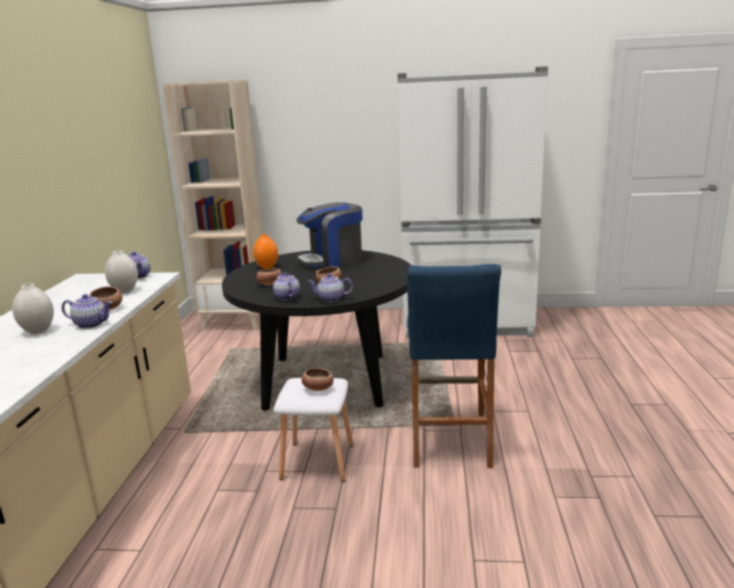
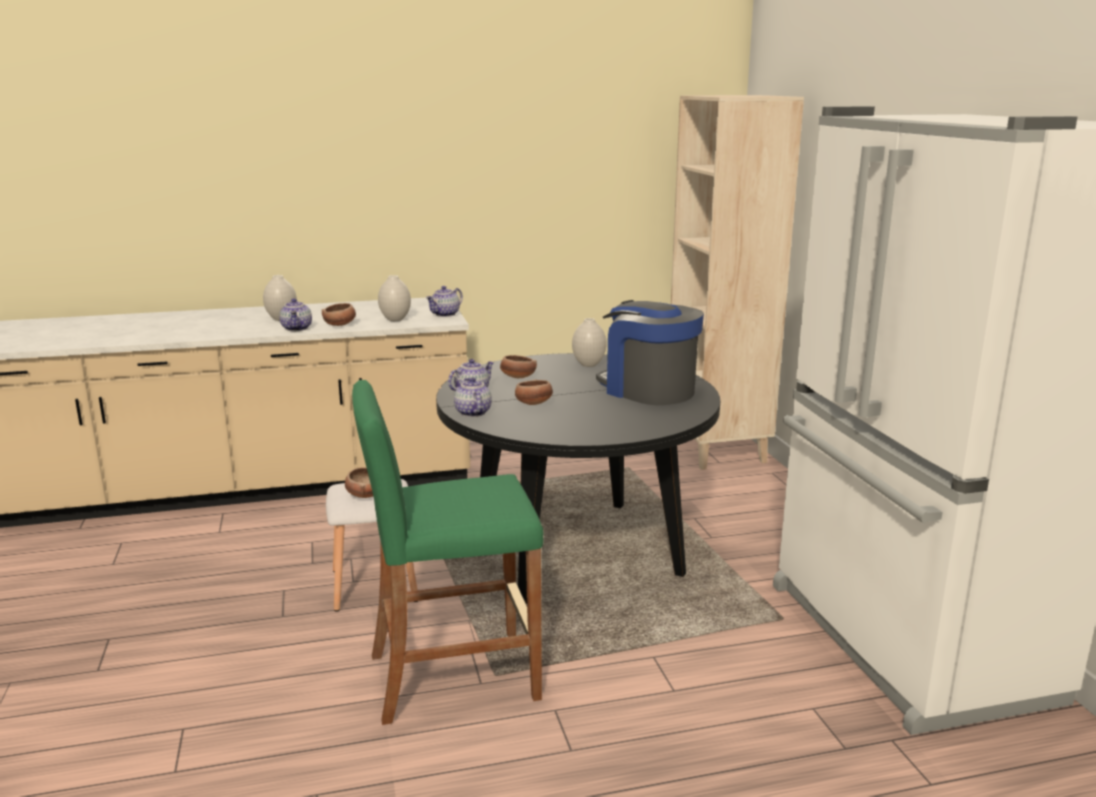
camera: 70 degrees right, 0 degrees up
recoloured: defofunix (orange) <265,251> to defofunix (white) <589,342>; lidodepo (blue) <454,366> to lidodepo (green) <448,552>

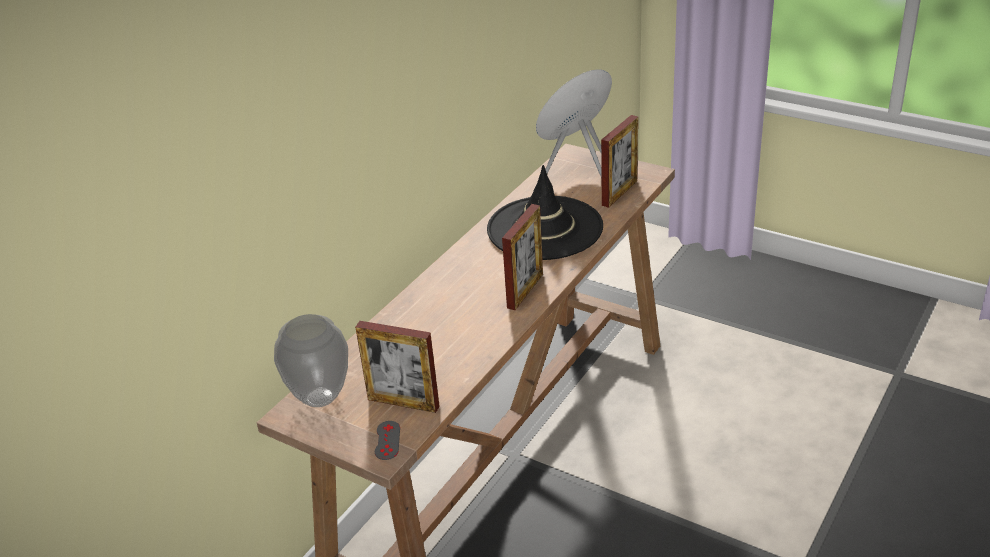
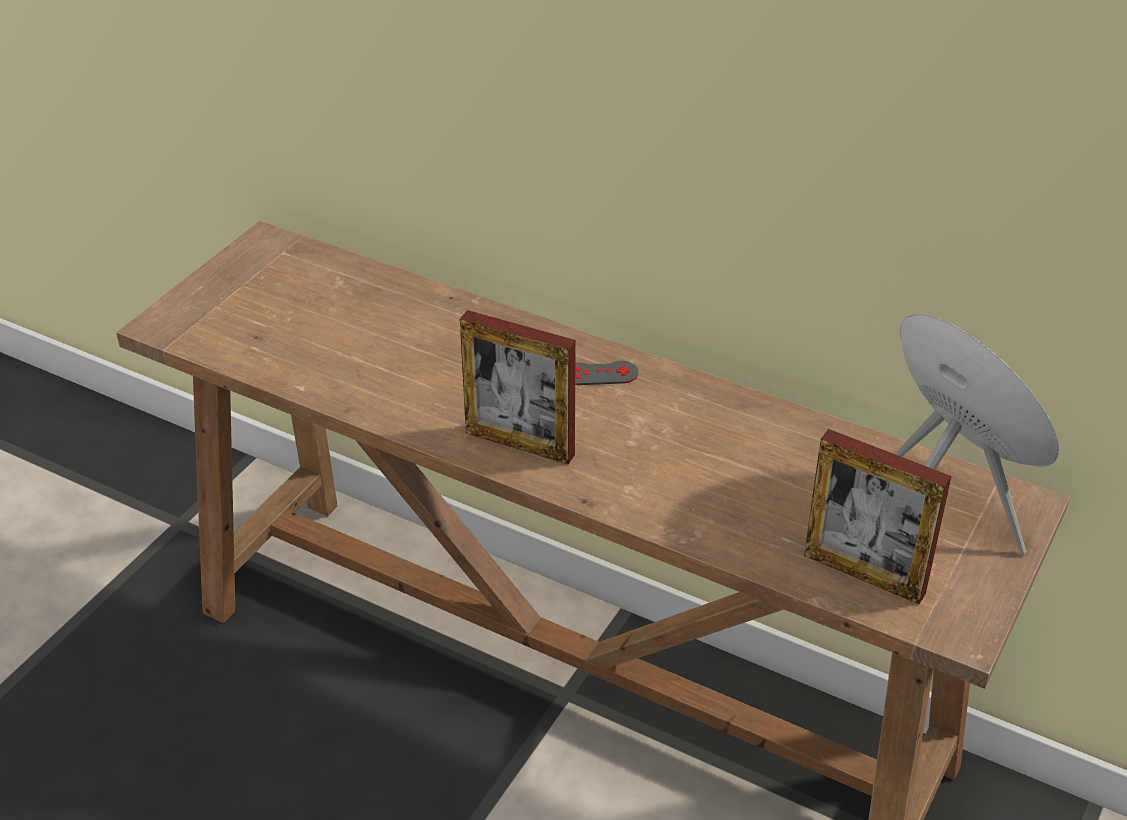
camera: 85 degrees right, 5 degrees up
removed: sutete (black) <545,212>; defofunix <311,360>; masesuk <397,367>
moved: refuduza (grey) <387,440> to <606,373>

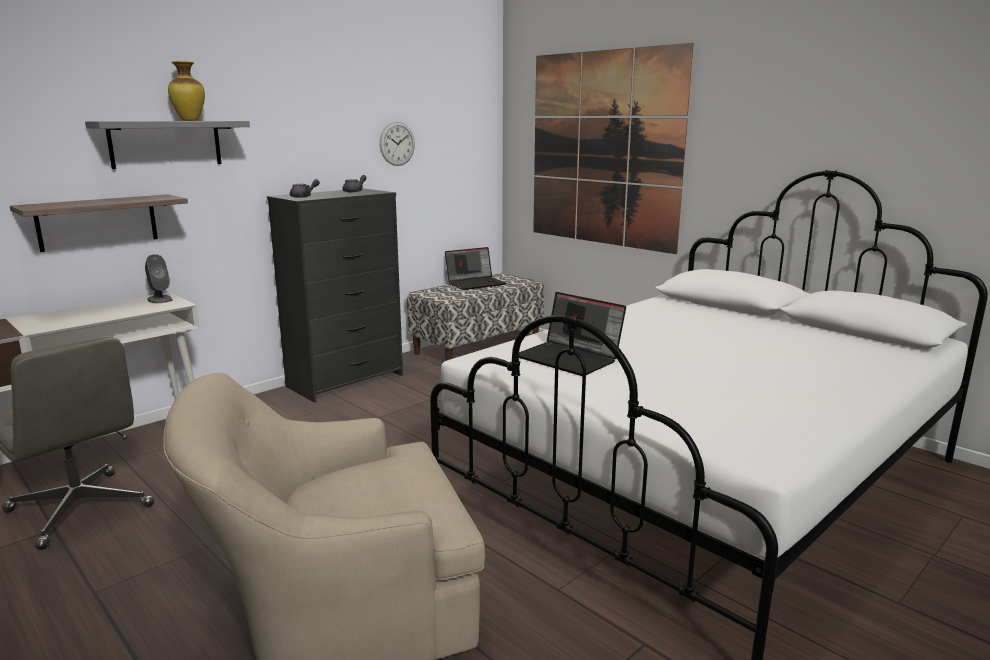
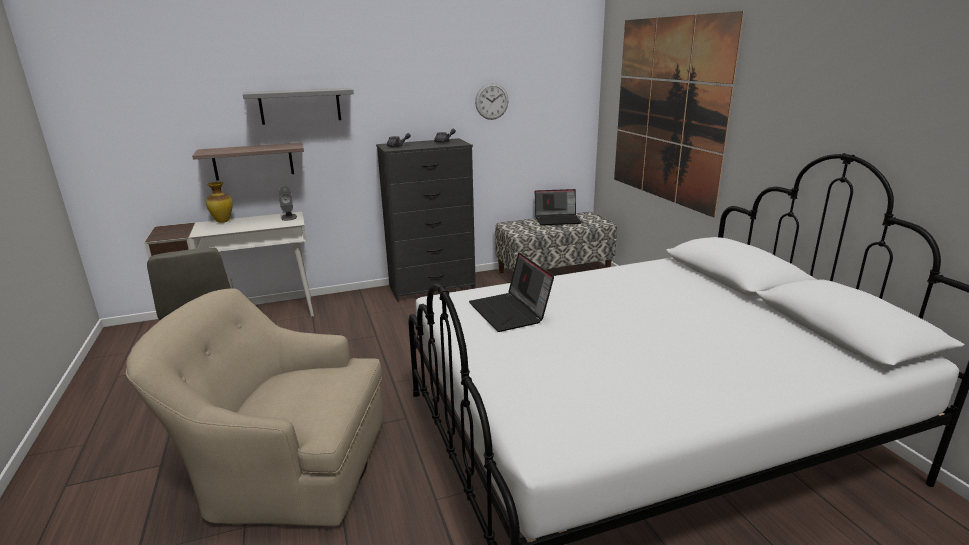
camera: 25 degrees right, 5 degrees up
moved: defofunix <186,91> to <219,202>

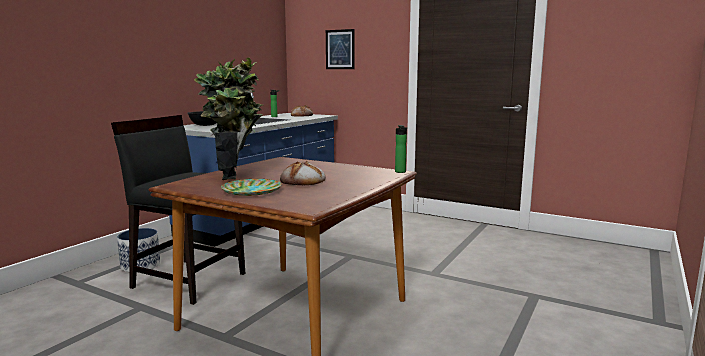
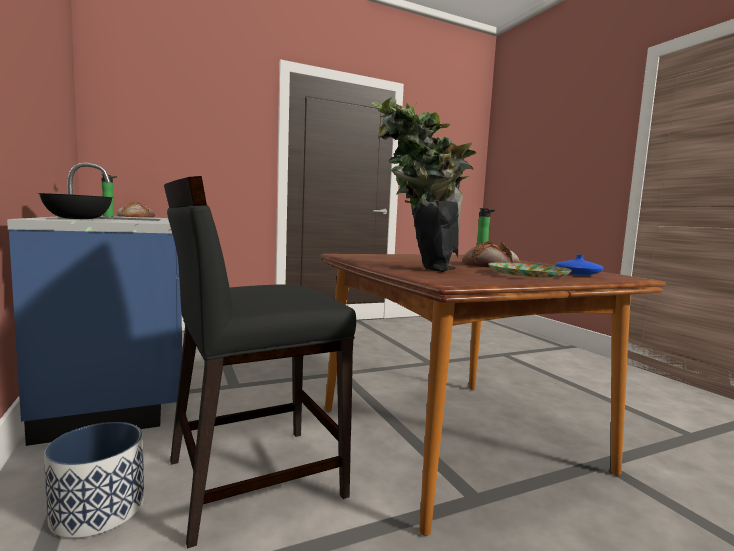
camera: 55 degrees left, 5 degrees down
removed: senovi <340,49>
added: defofunix (blue) <579,265>

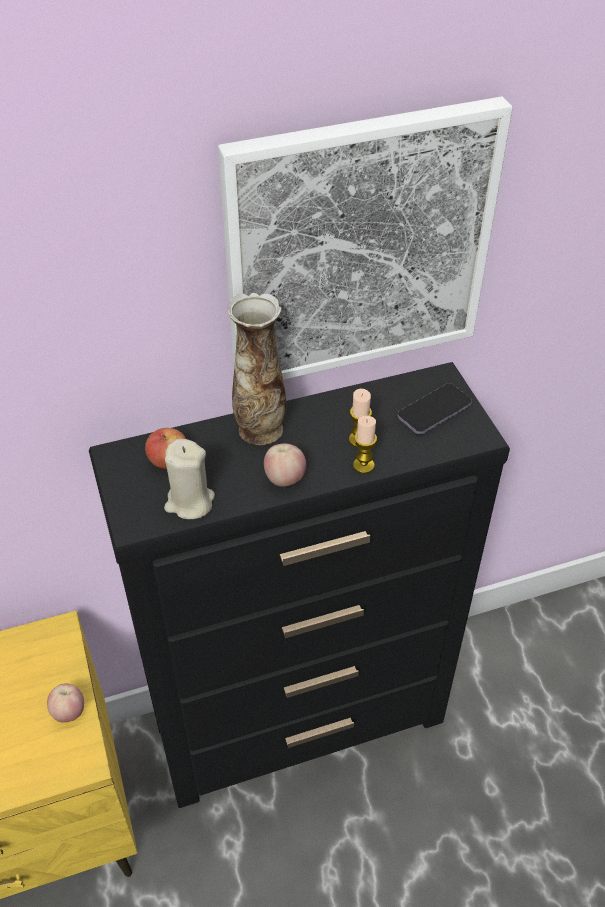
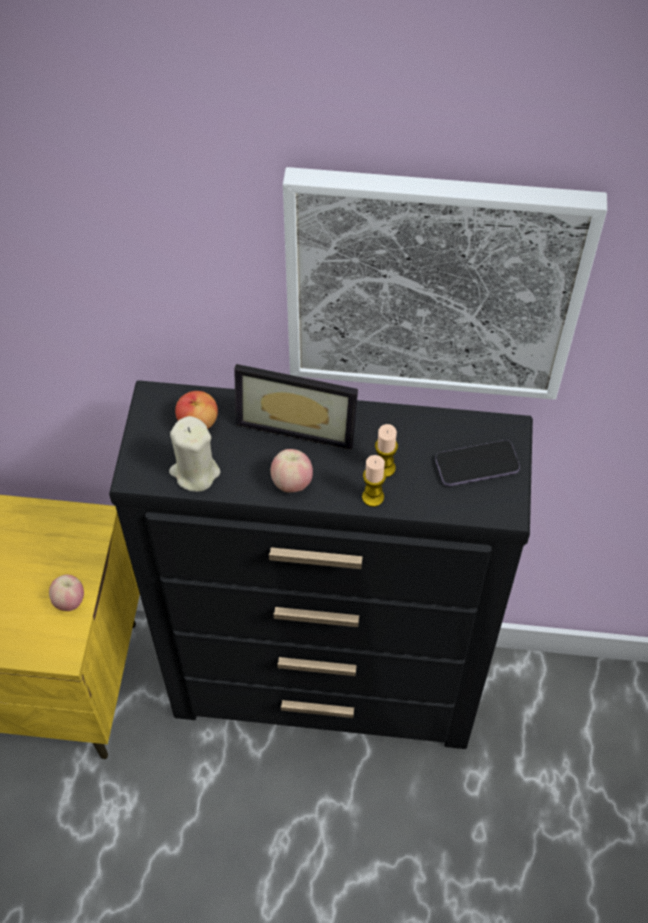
camera: 25 degrees right, 10 degrees up
replaced: defofunix <256,369> to masesuk <296,407>

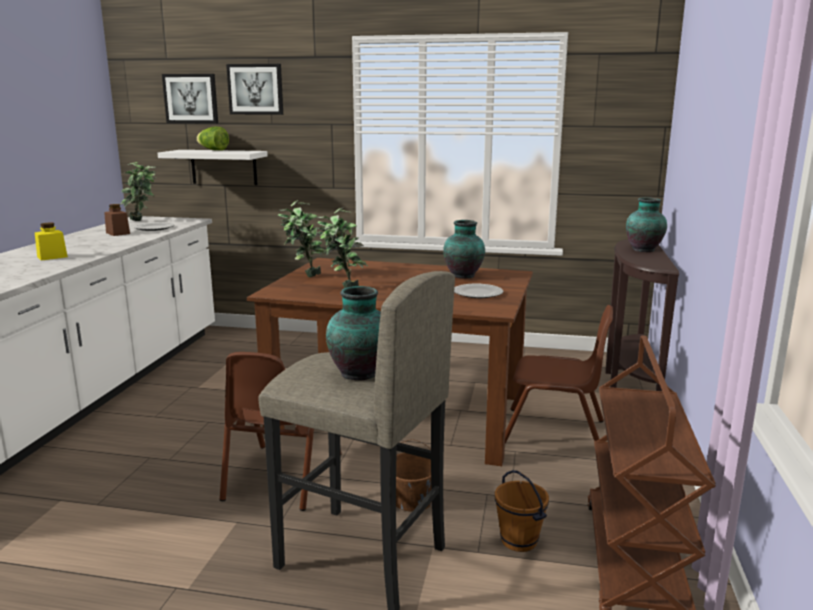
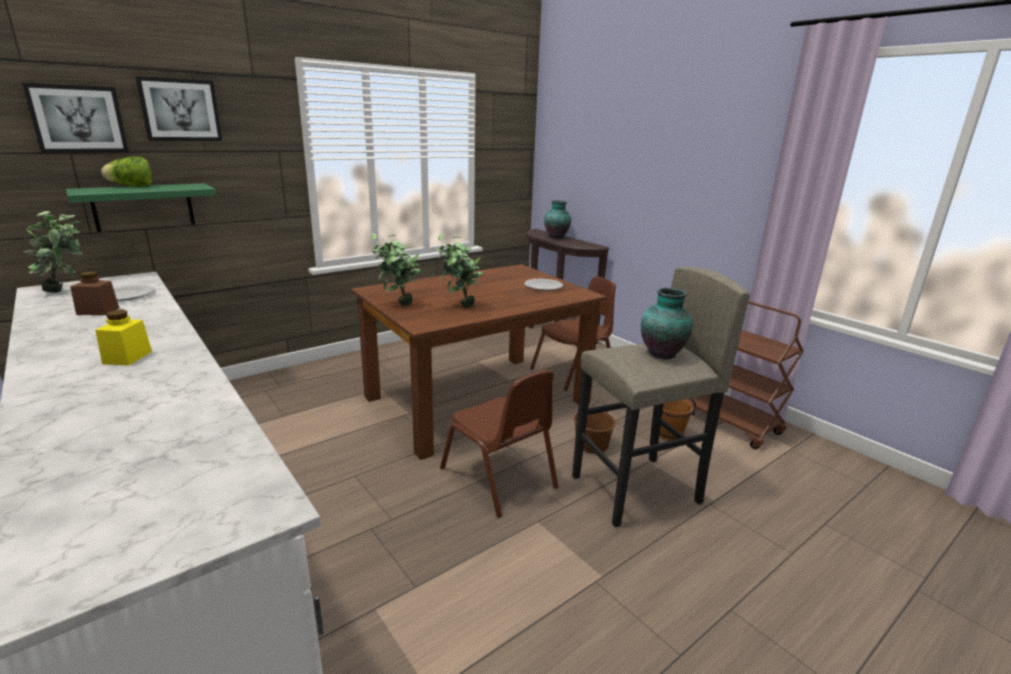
camera: 50 degrees left, 5 degrees up
removed: defofunix <464,249>
recoloured: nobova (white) <213,167> to nobova (green) <141,207>

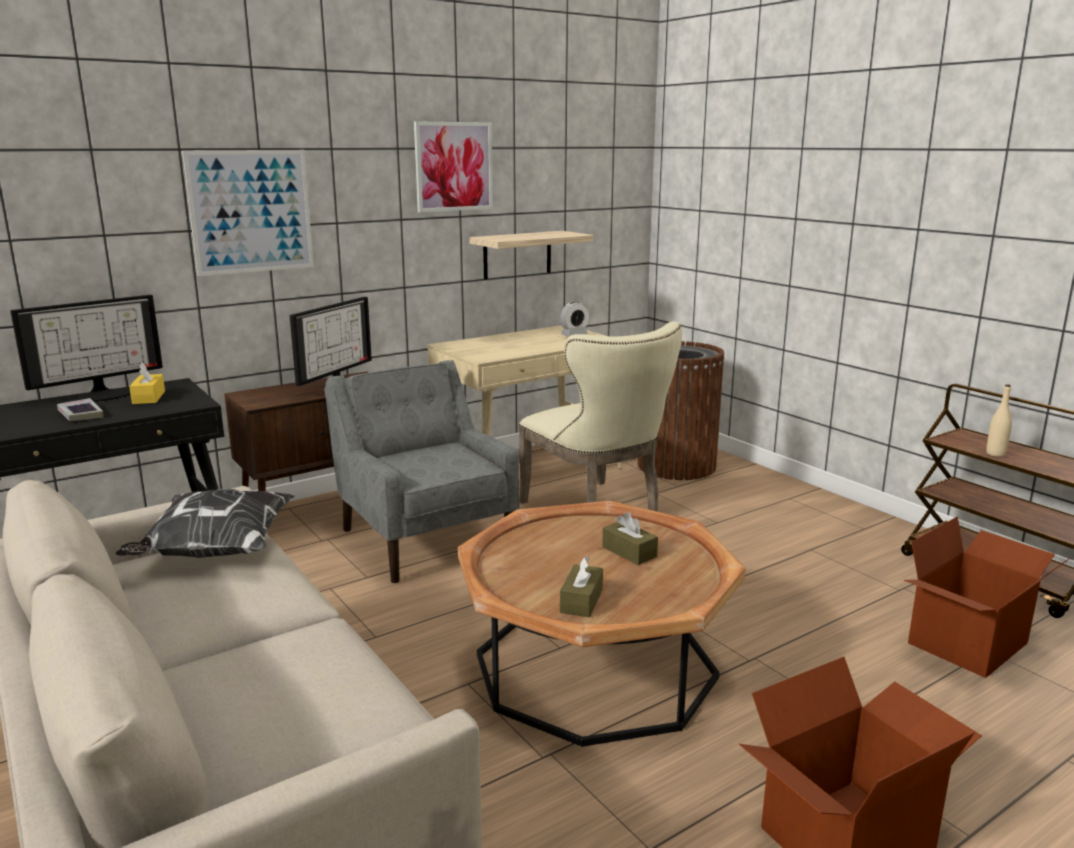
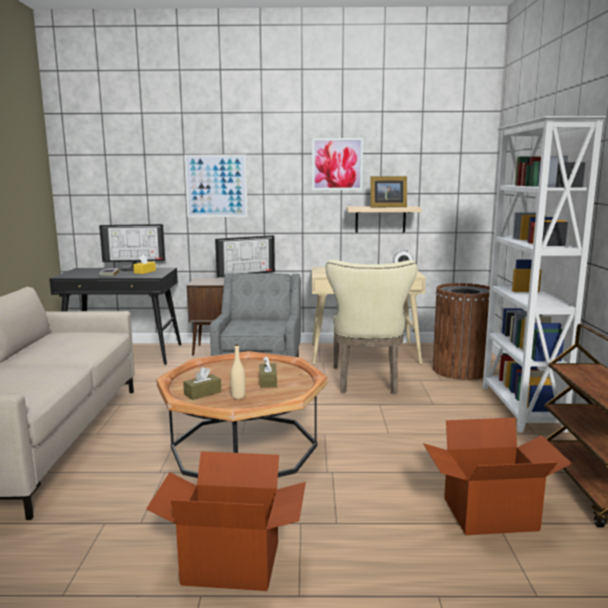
camera: 35 degrees right, 5 degrees down
removed: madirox <204,523>
added: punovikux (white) <544,274>; masesuk <388,191>
moved: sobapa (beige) <999,420> to <238,371>

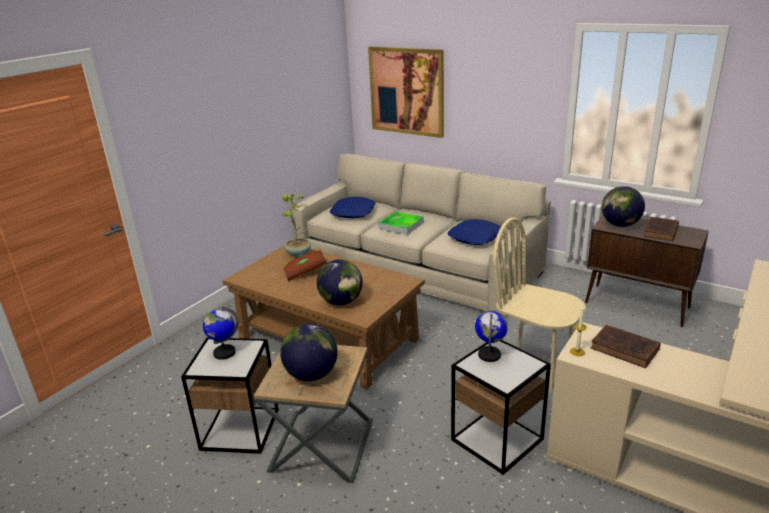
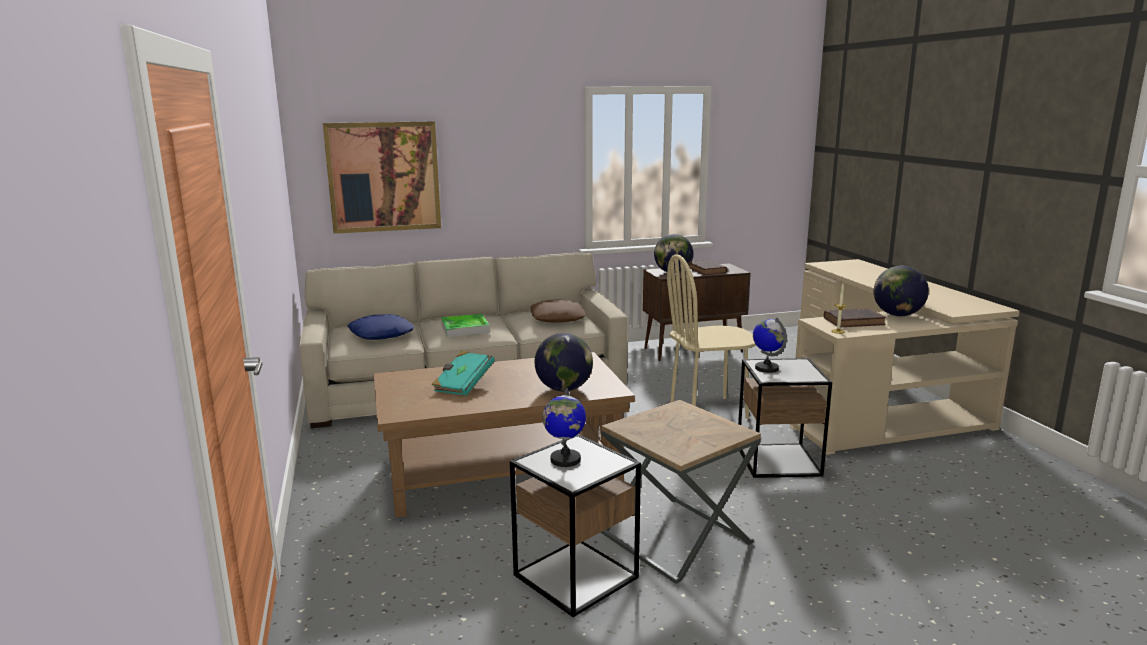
camera: 50 degrees left, 10 degrees down
removed: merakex <296,224>
moved: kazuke <309,352> to <901,291>
recoloured: madirox (blue) <474,232> to madirox (brown) <558,310>; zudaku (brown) <304,264> to zudaku (turquoise) <463,373>

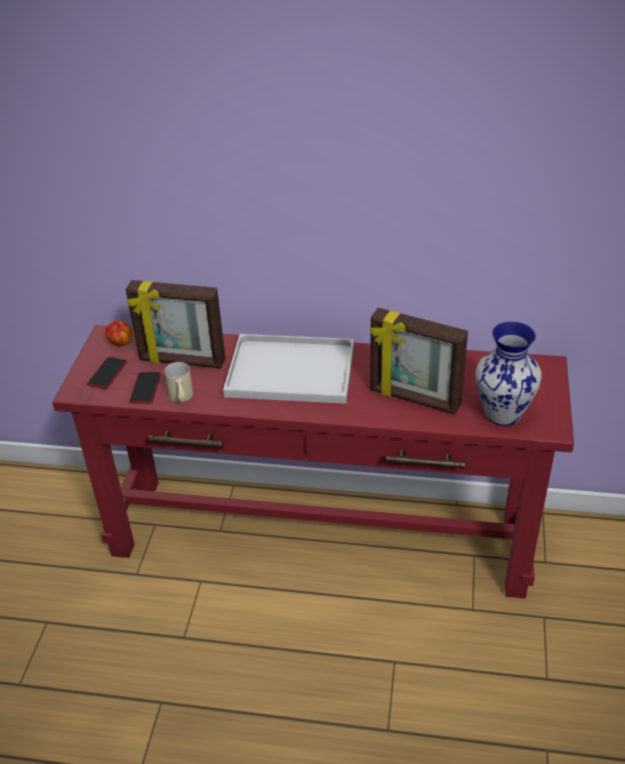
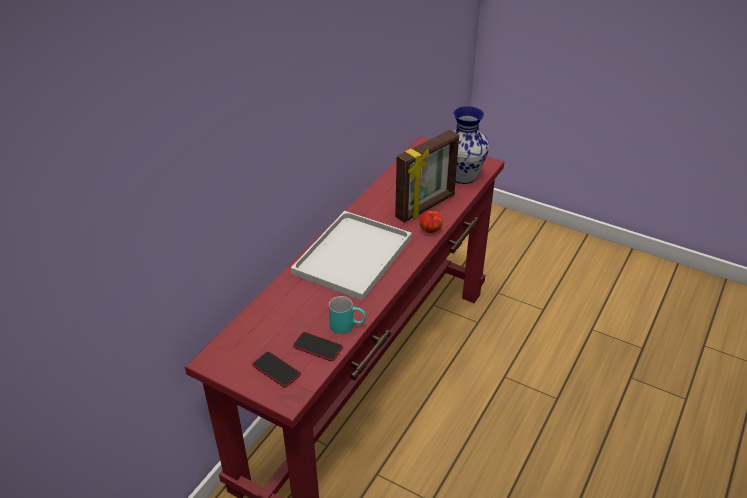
camera: 70 degrees left, 0 degrees up
removed: masesuk <176,324>
moved: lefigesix <118,333> to <431,222>
recoloured: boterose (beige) <178,382> to boterose (turquoise) <347,315>

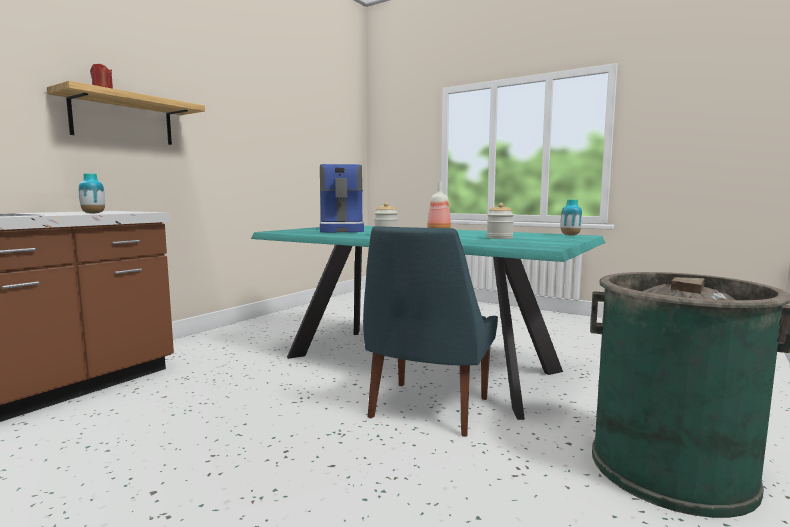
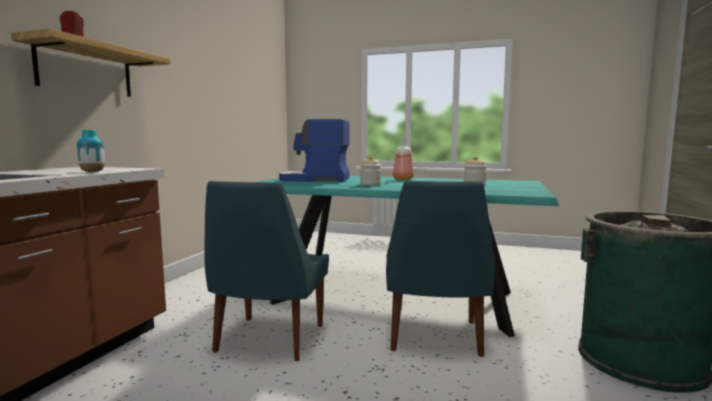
camera: 15 degrees left, 0 degrees up
removed: defofunix <571,217>
added: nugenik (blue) <266,271>
turned: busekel <342,198> = <314,150> 120 degrees clockwise

